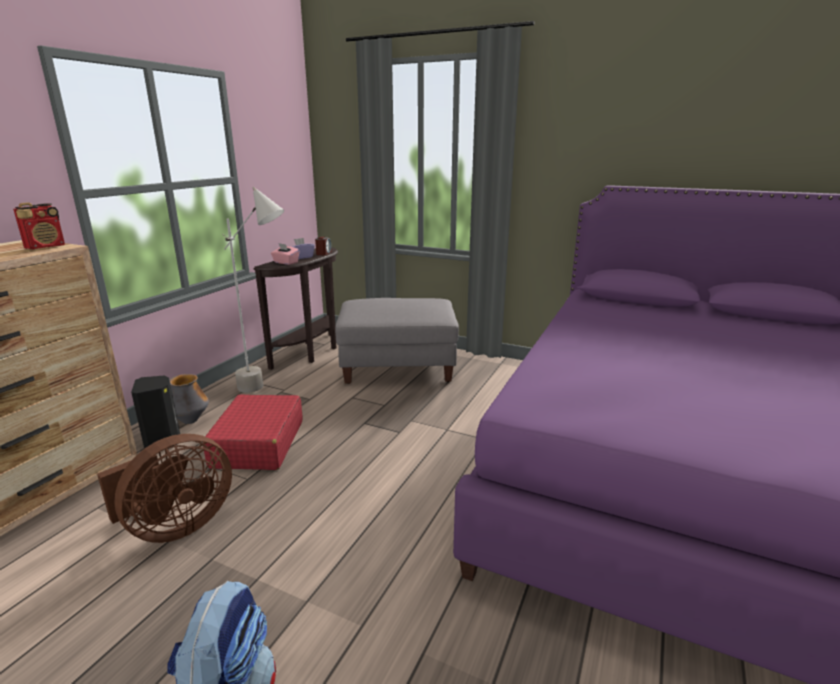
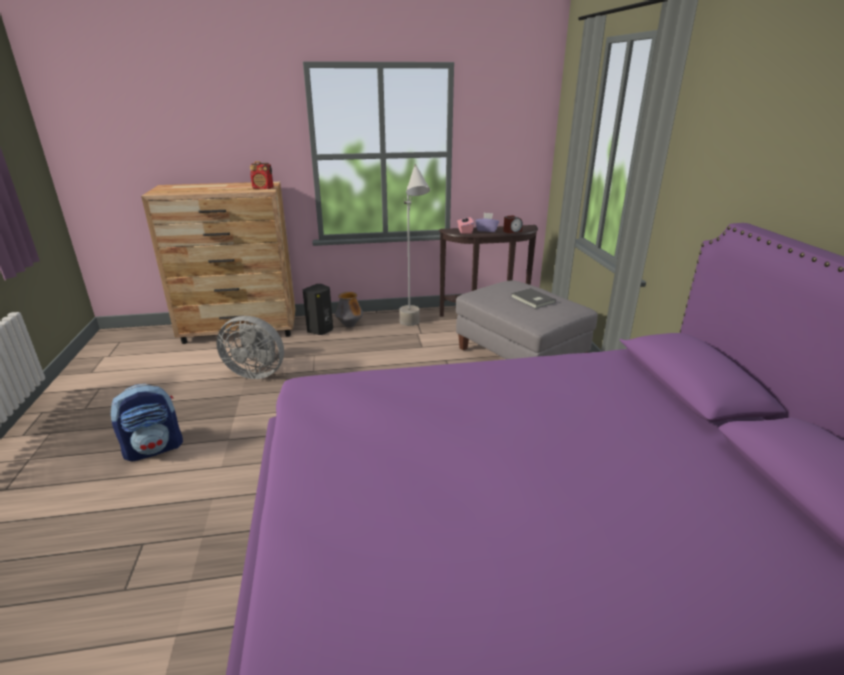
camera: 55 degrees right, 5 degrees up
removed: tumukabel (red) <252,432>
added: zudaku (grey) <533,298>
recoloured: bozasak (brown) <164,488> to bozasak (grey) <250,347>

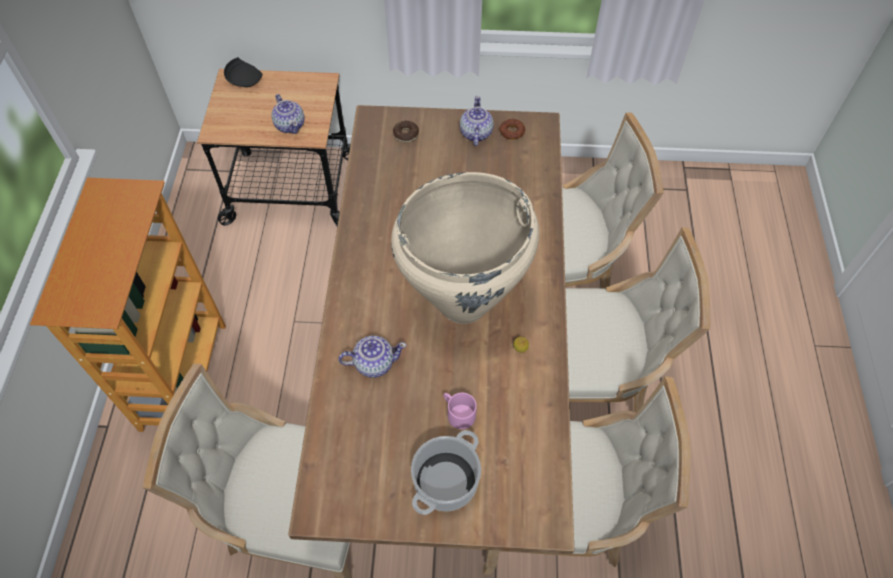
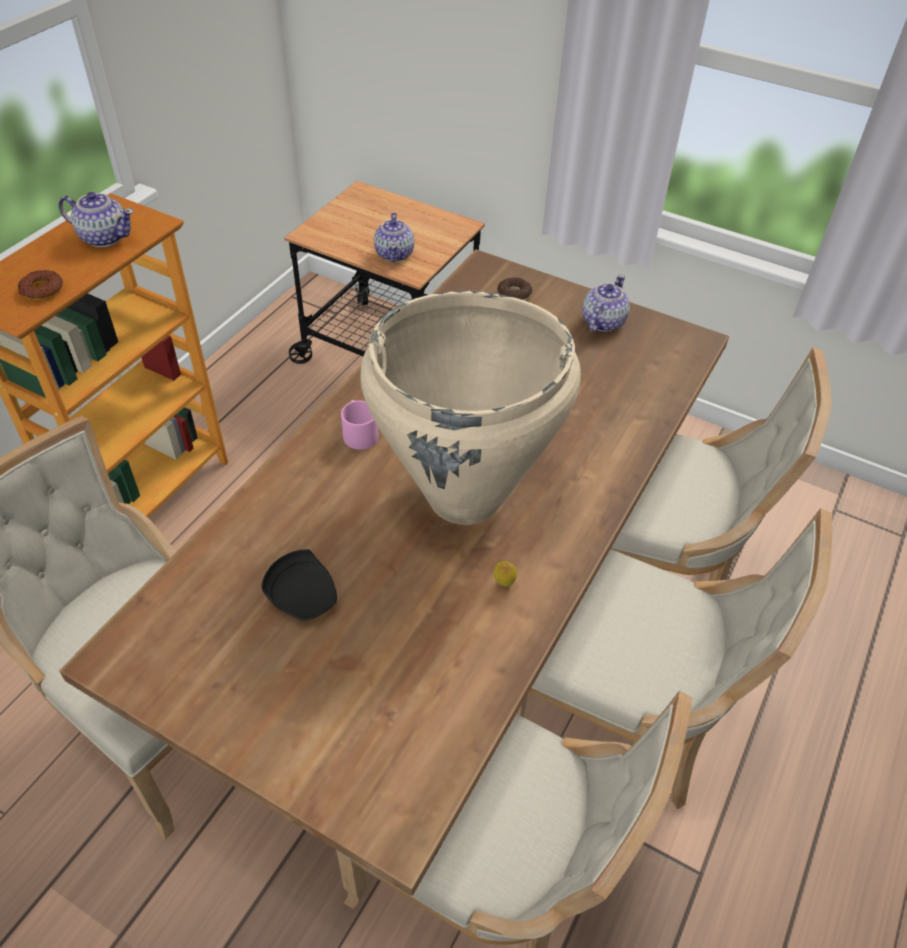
camera: 25 degrees right, 10 degrees down
removed: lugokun <446,472>
moved: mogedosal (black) <243,72> to <299,585>; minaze <512,129> to <40,285>; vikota <372,357> to <96,219>; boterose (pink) <460,411> to <359,425>

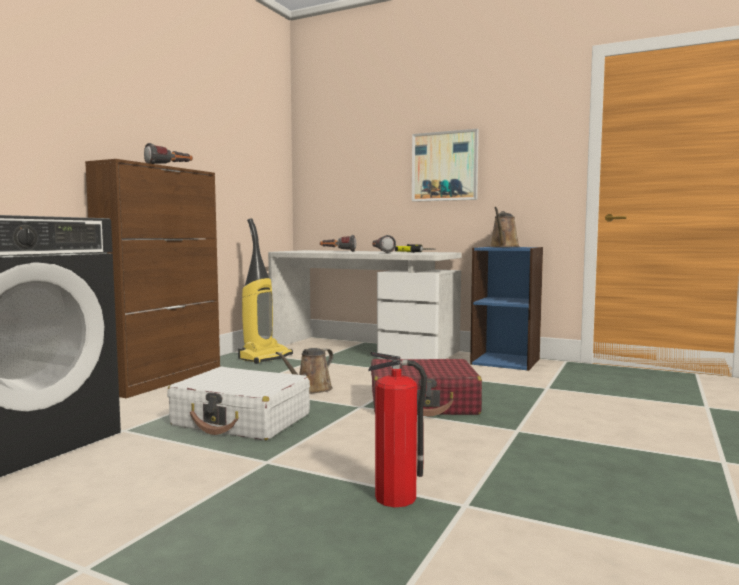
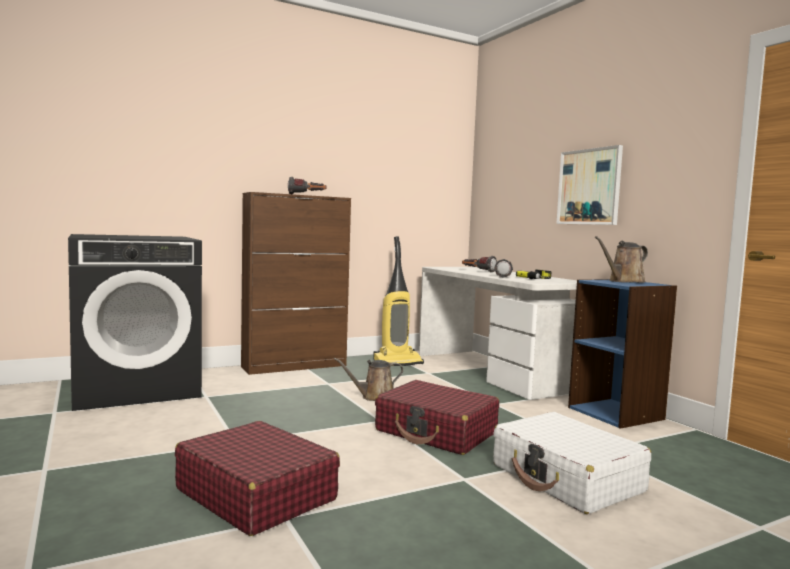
camera: 35 degrees right, 0 degrees up
moved: tumukabel (white) <238,403> to <572,463>
replaced: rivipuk <397,429> to tumukabel (red) <257,478>

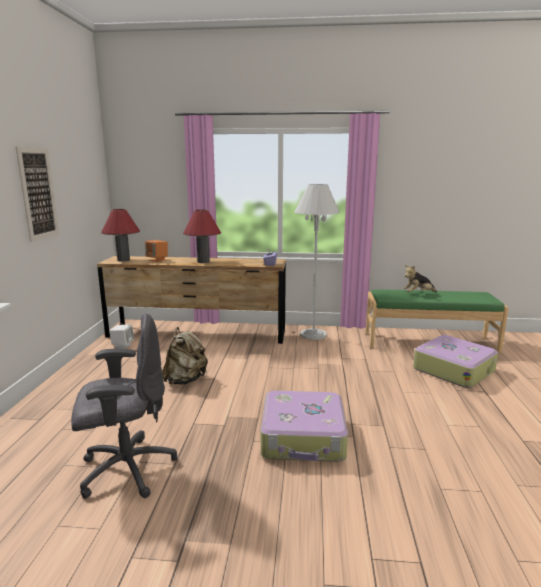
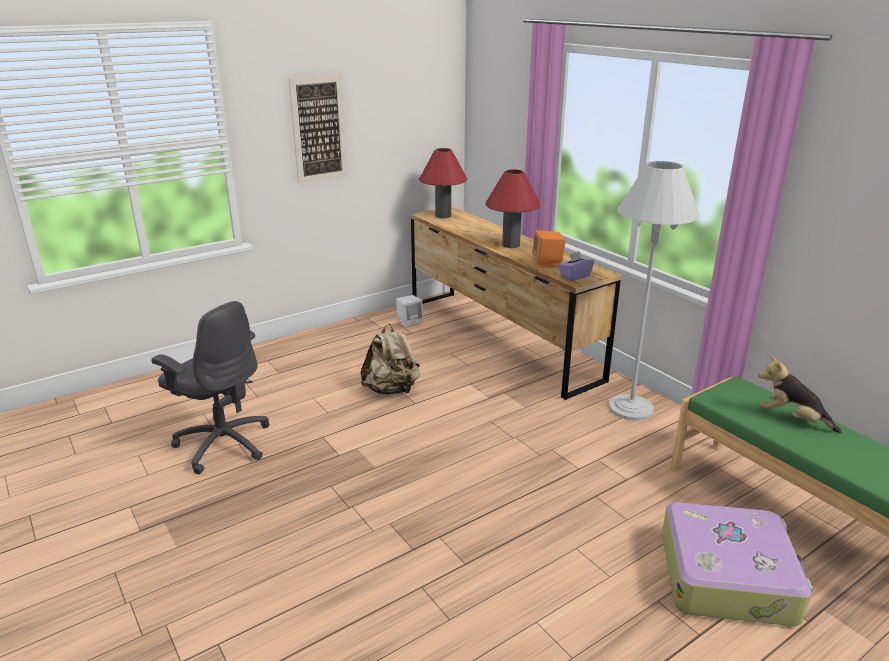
camera: 50 degrees right, 10 degrees up
removed: tumukabel <304,426>
moved: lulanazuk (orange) <156,251> to <549,249>

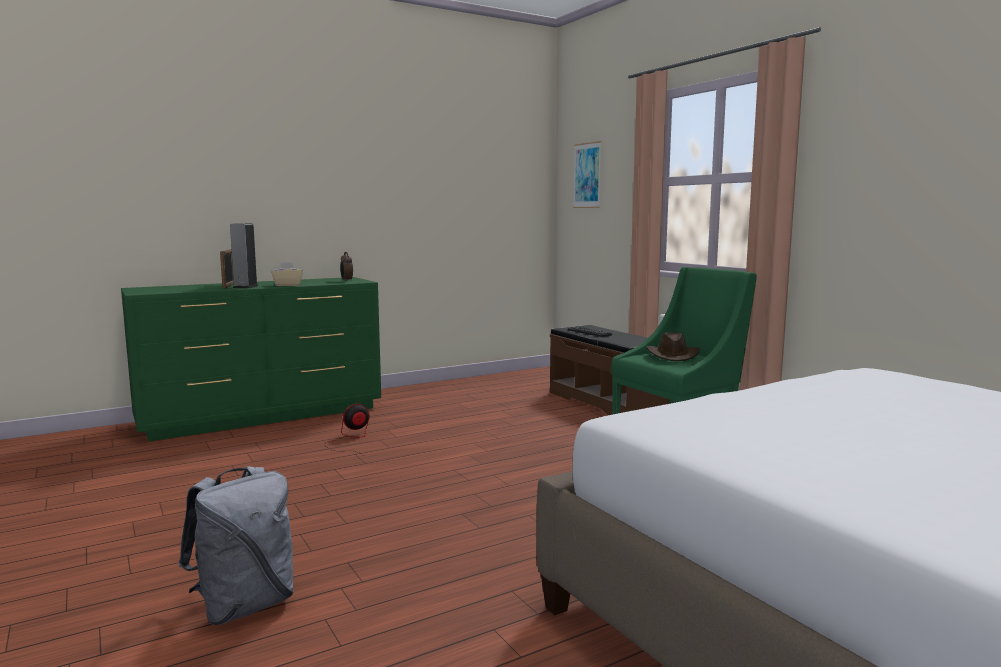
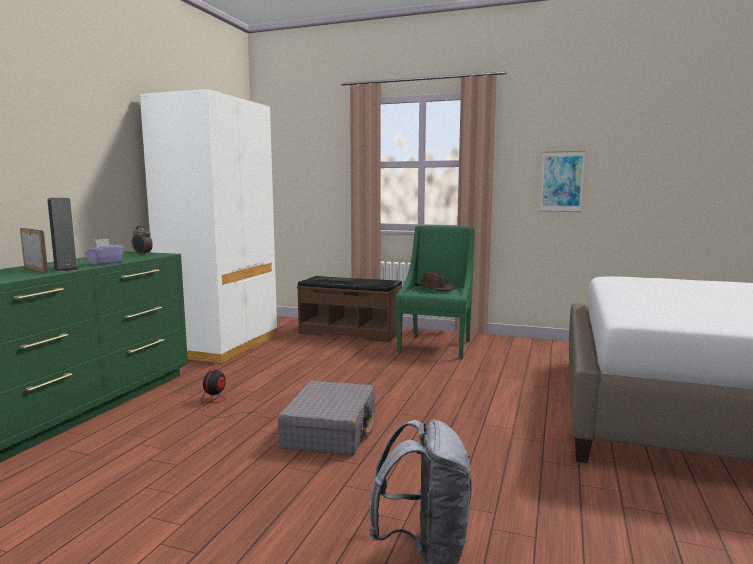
camera: 40 degrees left, 0 degrees up
added: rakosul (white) <208,226>; tumukabel (grey) <326,418>
moved: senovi <587,174> to <562,181>
recoloured: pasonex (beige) <287,274> to pasonex (purple) <104,251>

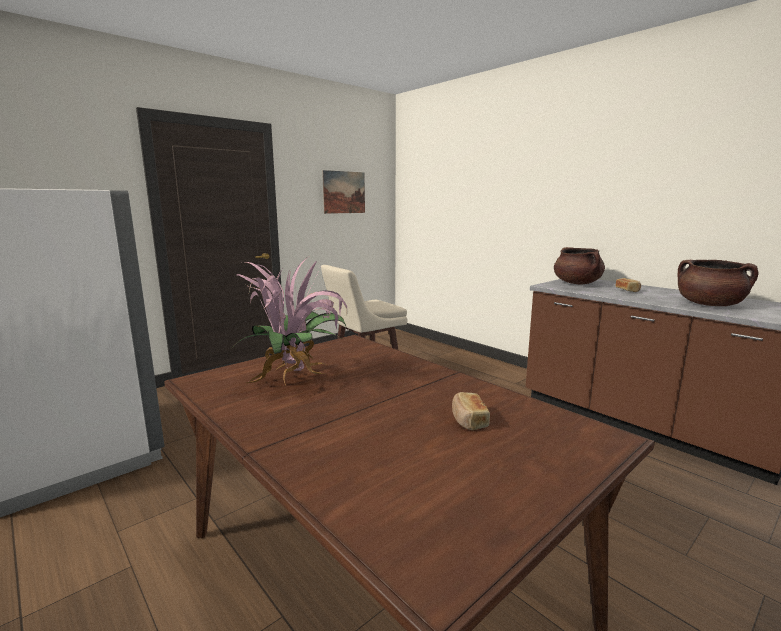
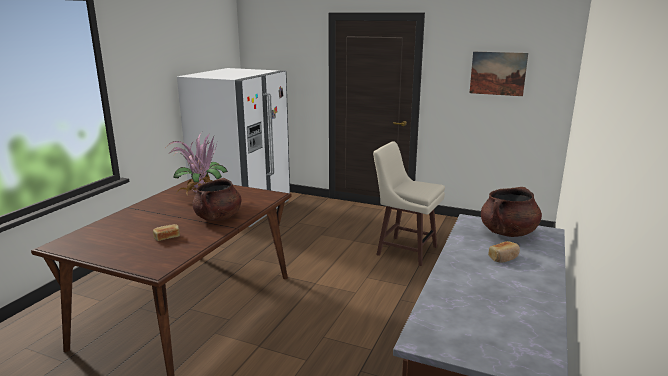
camera: 65 degrees right, 5 degrees up
moved: lugokun (brown) <718,283> to <216,199>

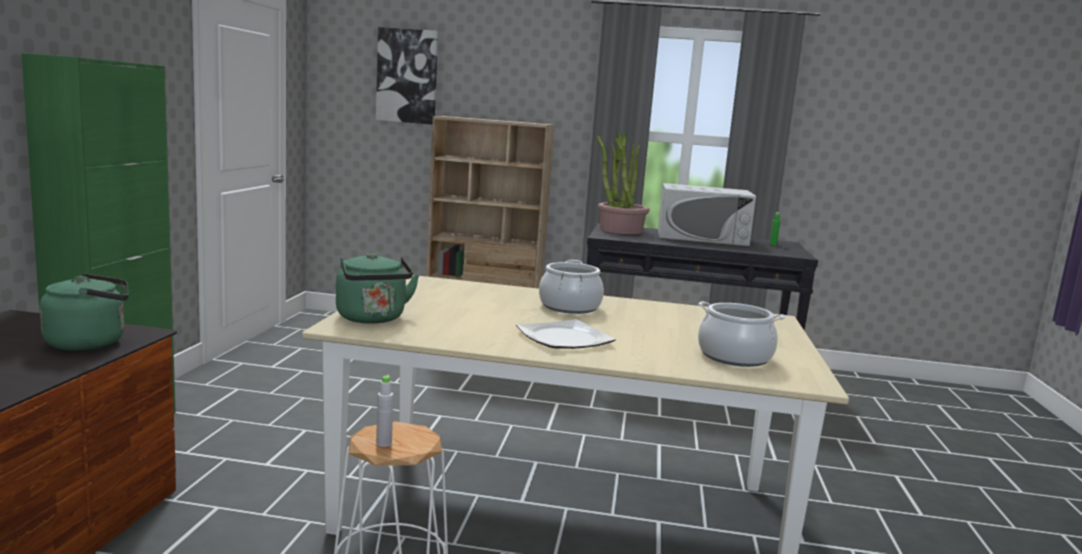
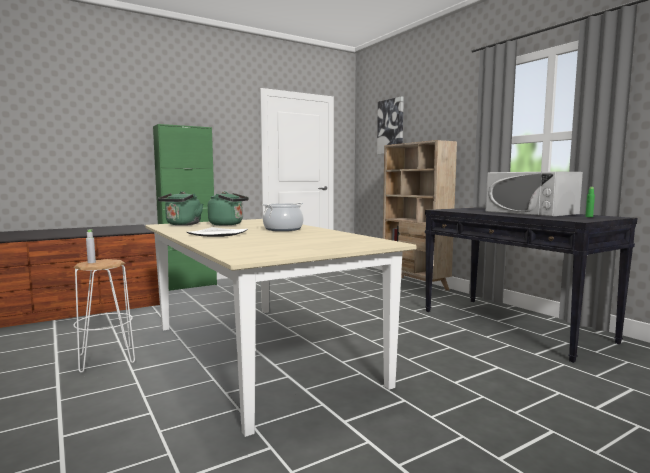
camera: 50 degrees right, 5 degrees down
removed: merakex <623,183>; lugokun <741,334>
moved: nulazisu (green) <84,312> to <228,208>

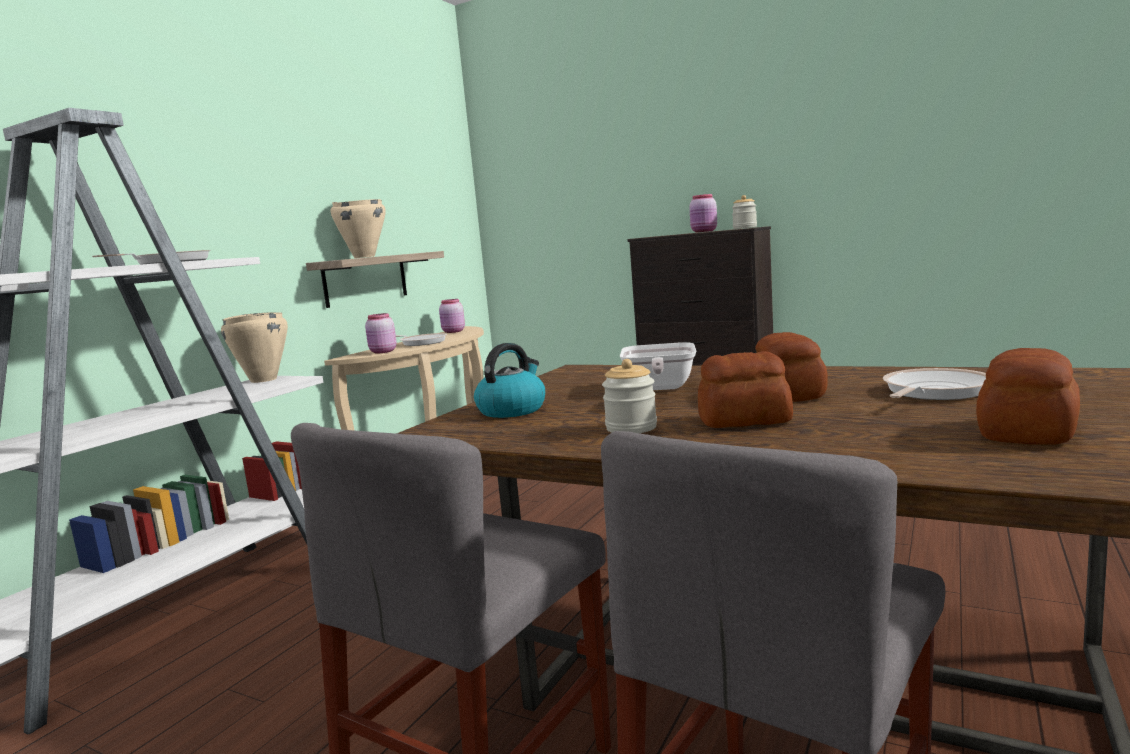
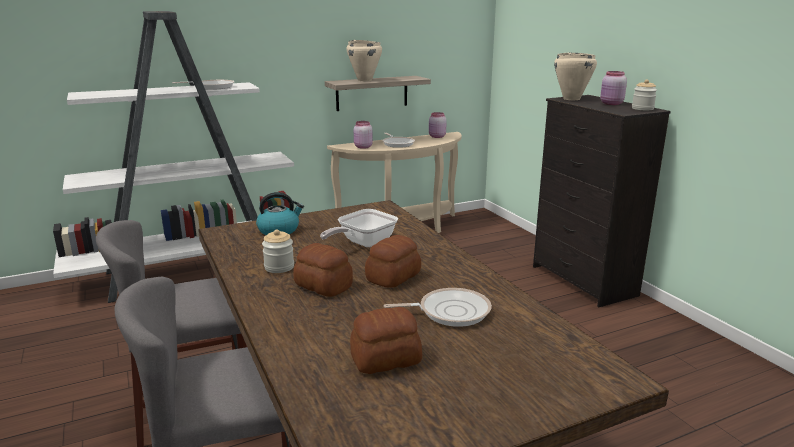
camera: 35 degrees right, 10 degrees up
moved: lugokun (beige) <254,347> to <575,76>

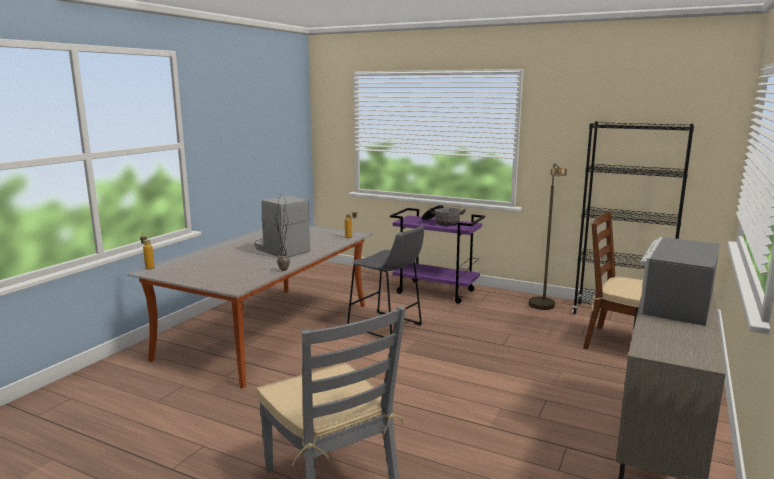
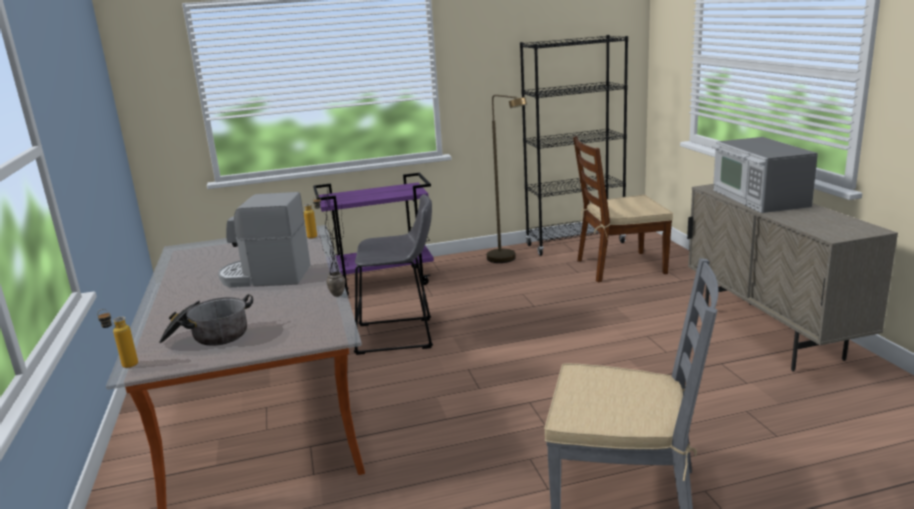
camera: 40 degrees left, 5 degrees up
moved: lugokun <444,215> to <206,320>

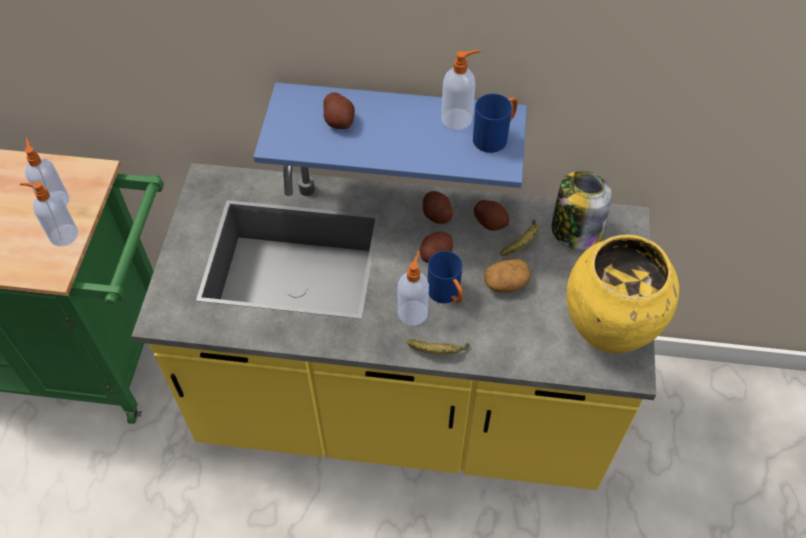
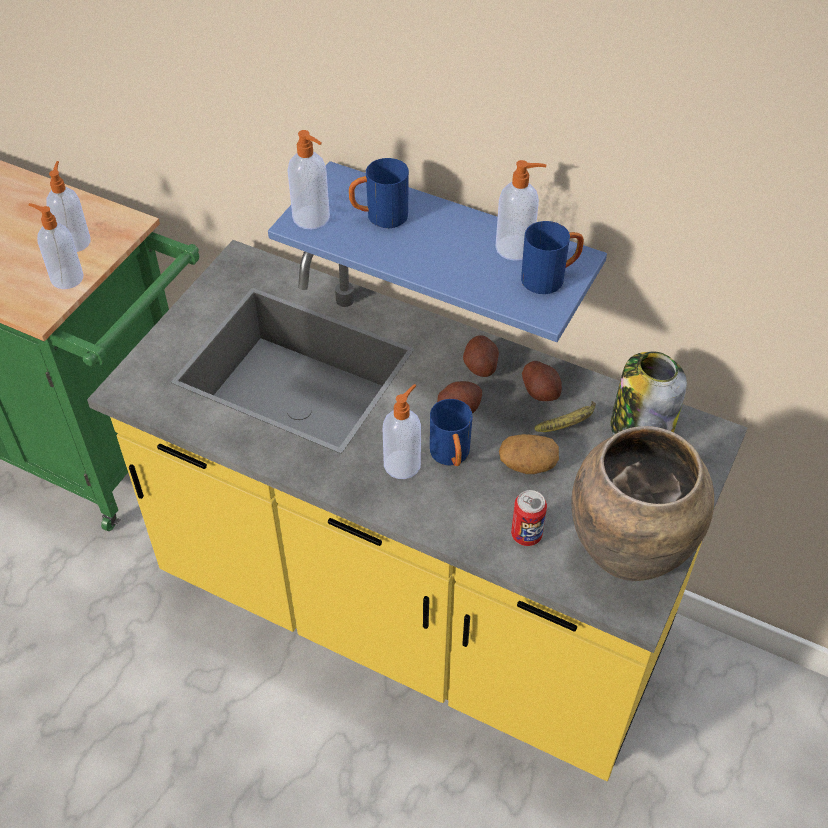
camera: 20 degrees right, 5 degrees down
removed: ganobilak <438,347>
added: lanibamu <308,179>; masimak <529,518>
replaced: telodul <339,110> to boterose (blue) <379,193>
recoloured: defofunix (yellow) <622,294> to defofunix (brown) <642,503>

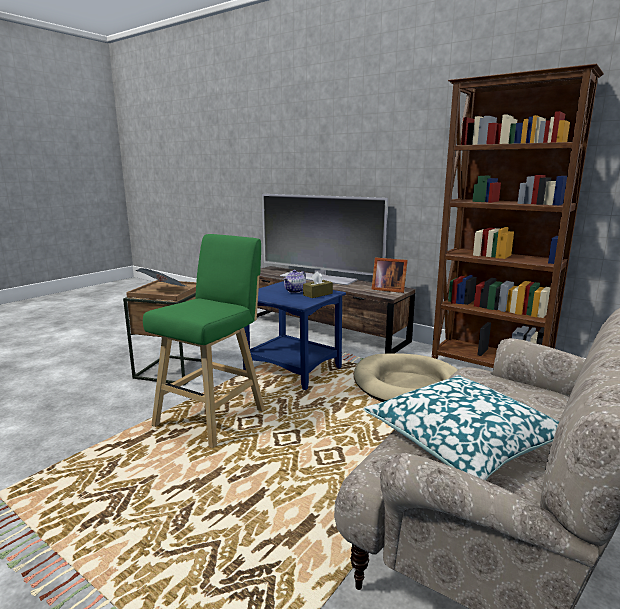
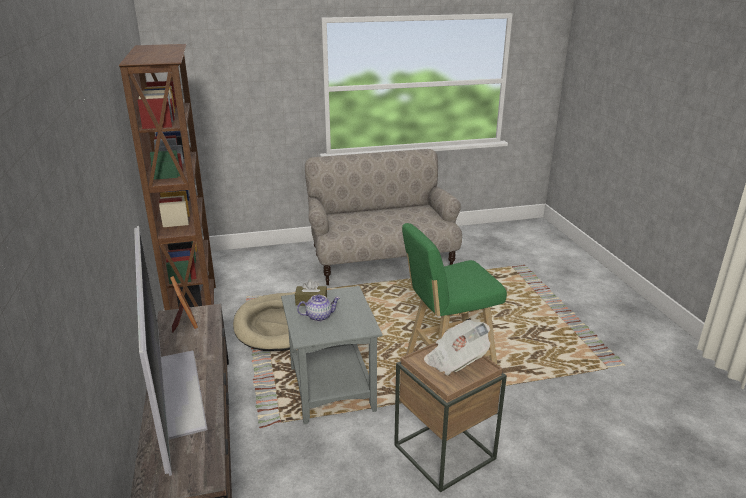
camera: 140 degrees left, 10 degrees up
removed: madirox <461,427>
recoloured: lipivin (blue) <294,335> to lipivin (grey) <332,355>

